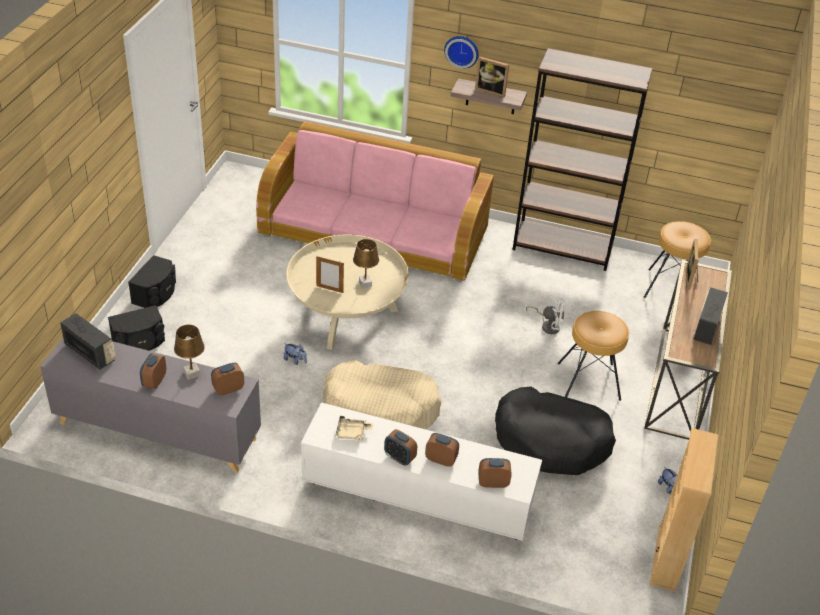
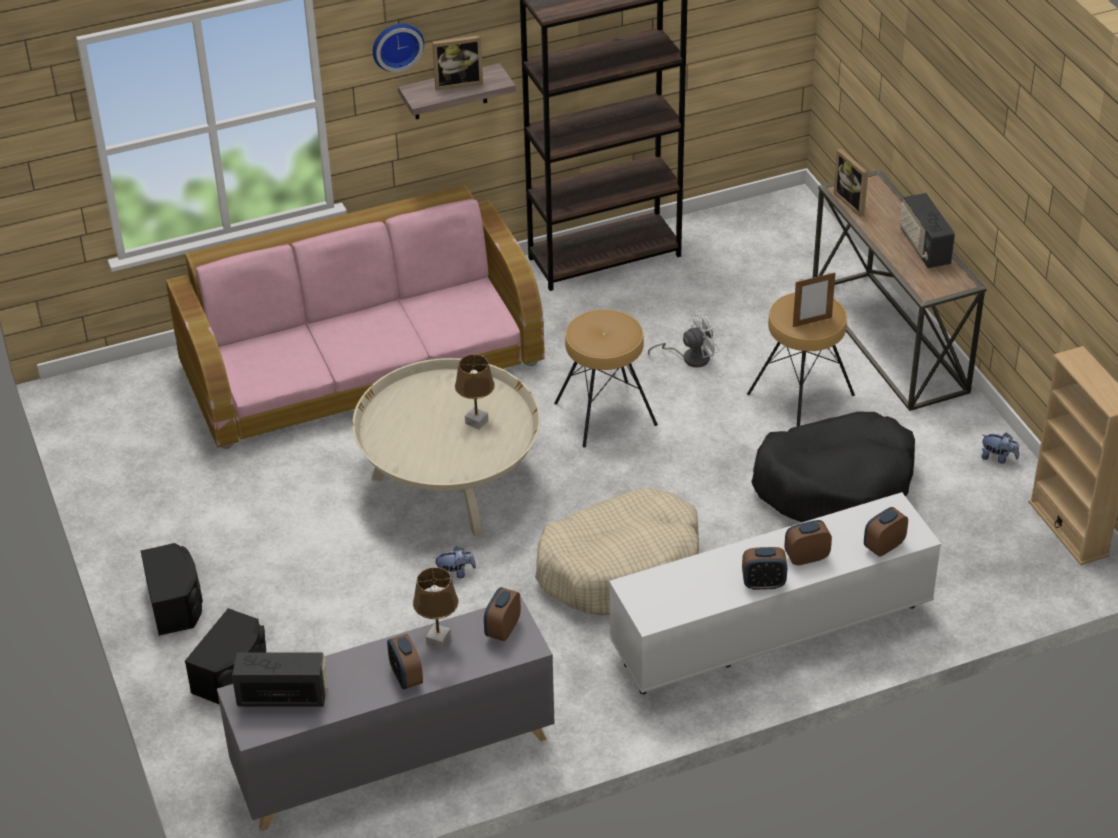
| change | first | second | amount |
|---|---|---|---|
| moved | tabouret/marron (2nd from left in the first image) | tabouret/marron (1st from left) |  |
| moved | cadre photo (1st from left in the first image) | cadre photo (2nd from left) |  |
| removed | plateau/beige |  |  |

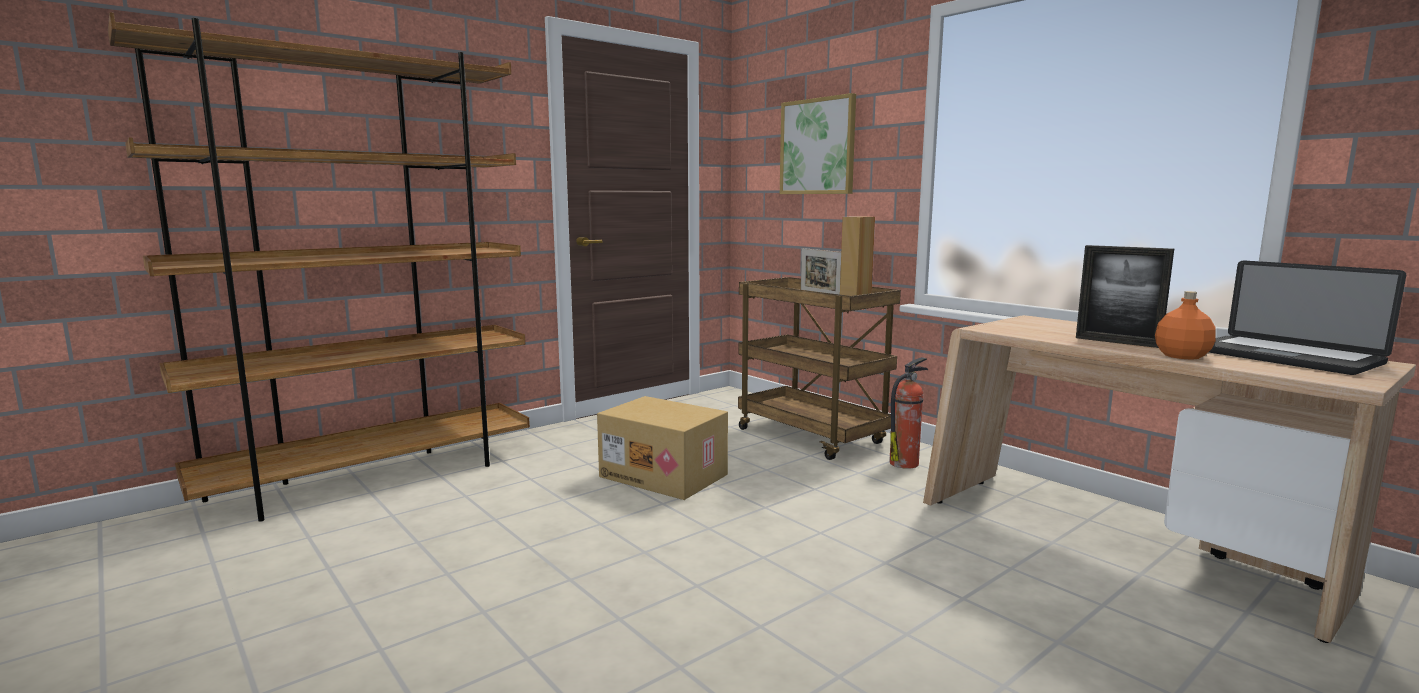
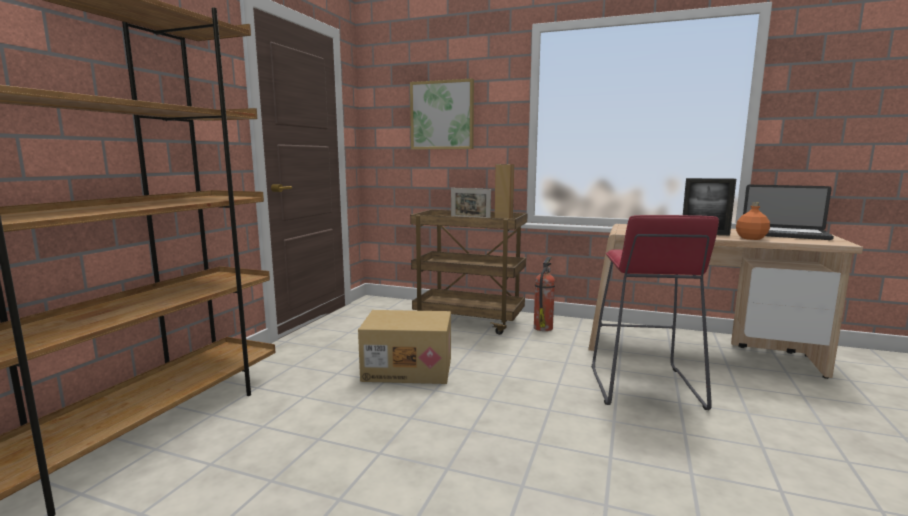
| change | first | second | amount |
|---|---|---|---|
| added |  | tabouret/rouge |  |

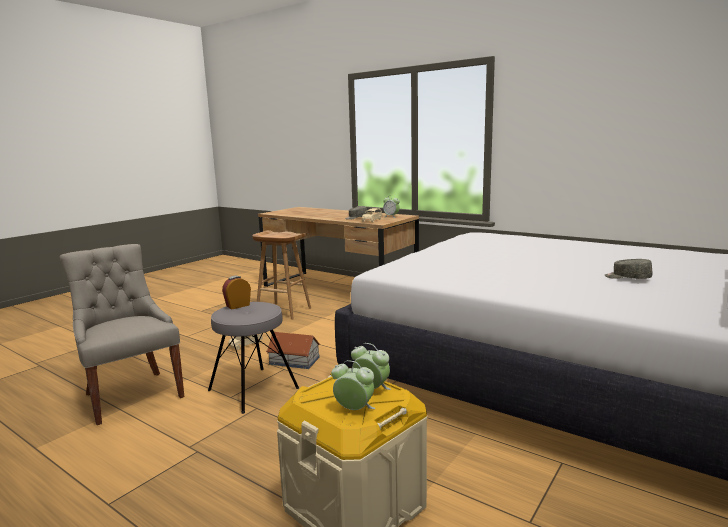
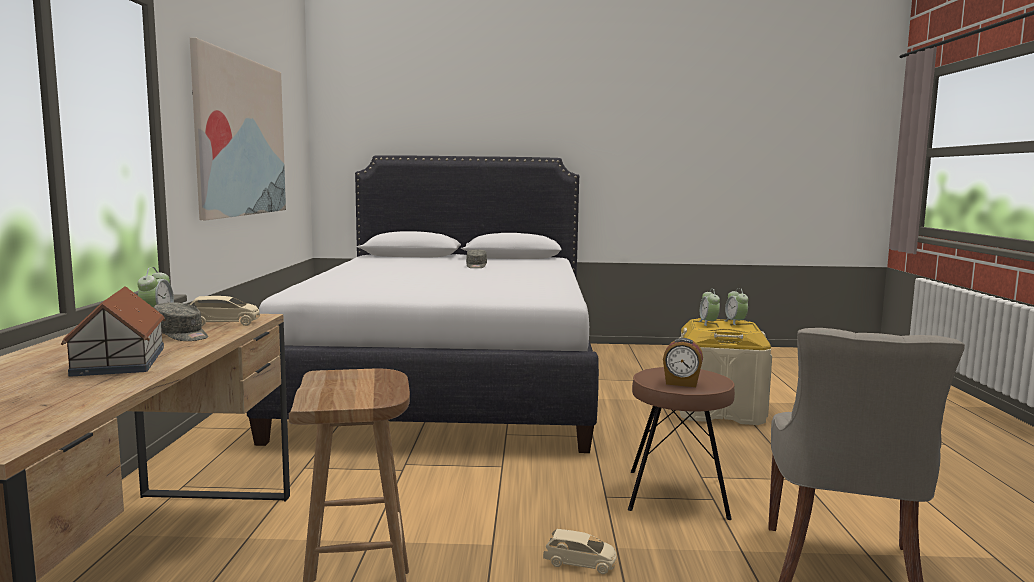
| change | first | second | amount |
|---|---|---|---|
| moved | maison miniature |  |  |
| added |  | tableau |  |
| recoloured | tabouret/gris | tabouret/marron (2nd from left) |  |

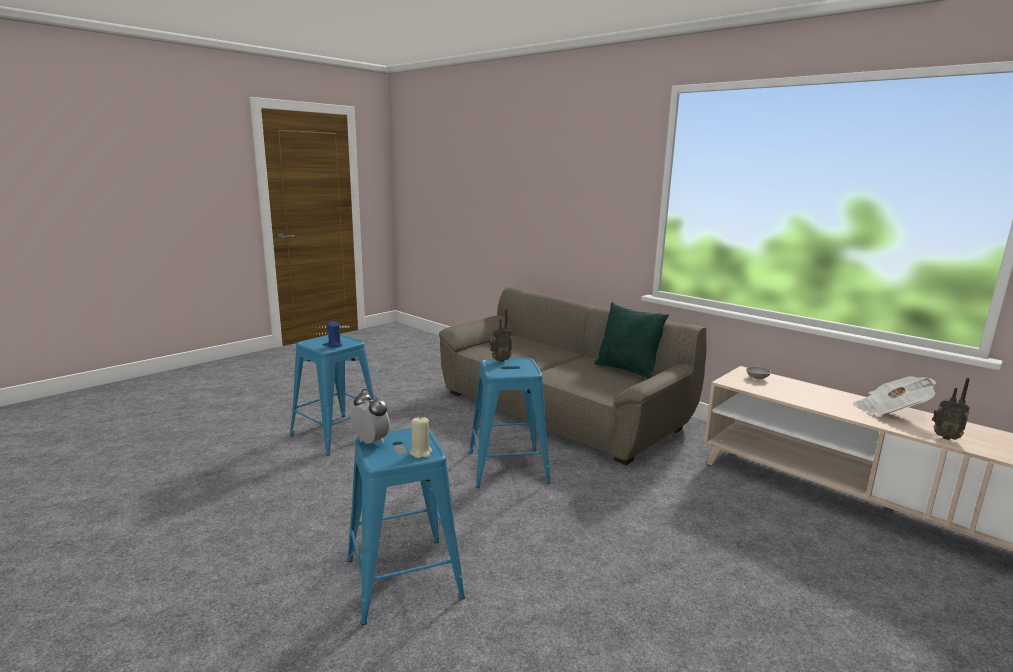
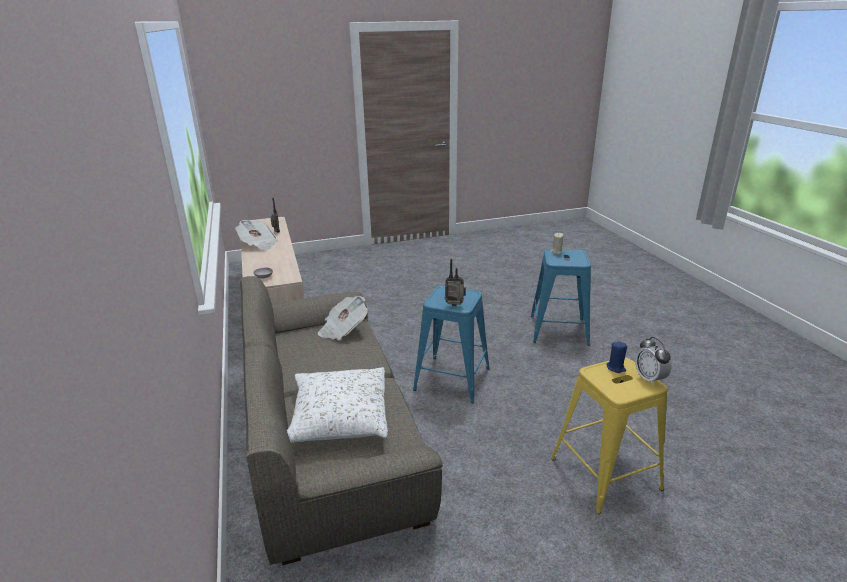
| change | first | second | amount |
|---|---|---|---|
| added |  | coussin/blanc |  |
| added |  | journal (2nd from left) |  |
| recoloured | tabouret/bleu (1st from left) | tabouret/jaune |  |
| moved | réveil |  |  |
| removed | coussin/vert |  |  |

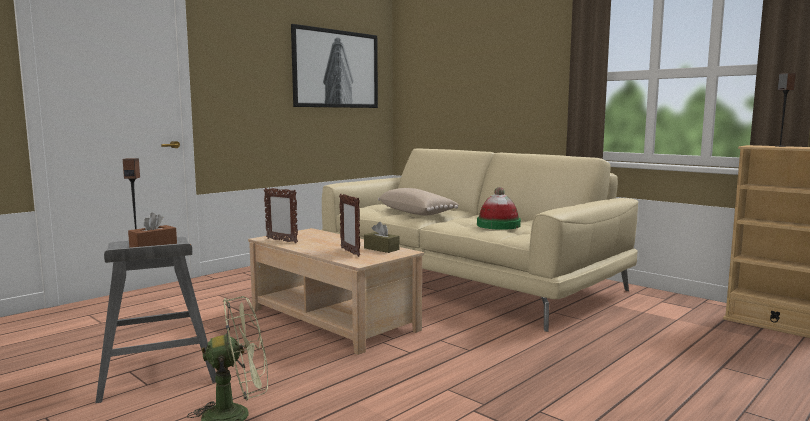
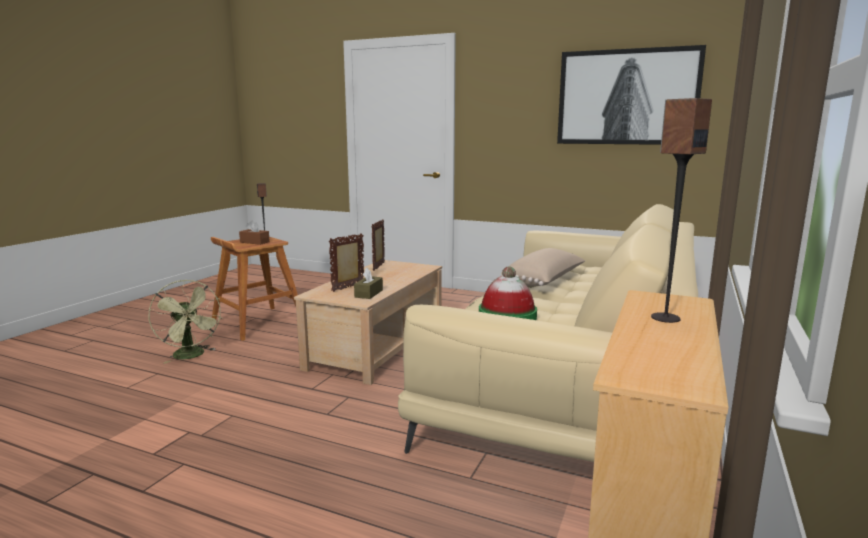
| change | first | second | amount |
|---|---|---|---|
| recoloured | tabouret/gris | tabouret/marron |  |

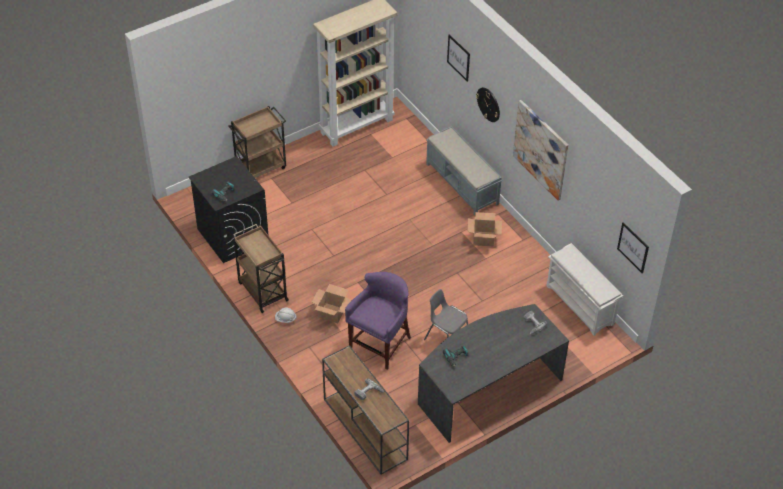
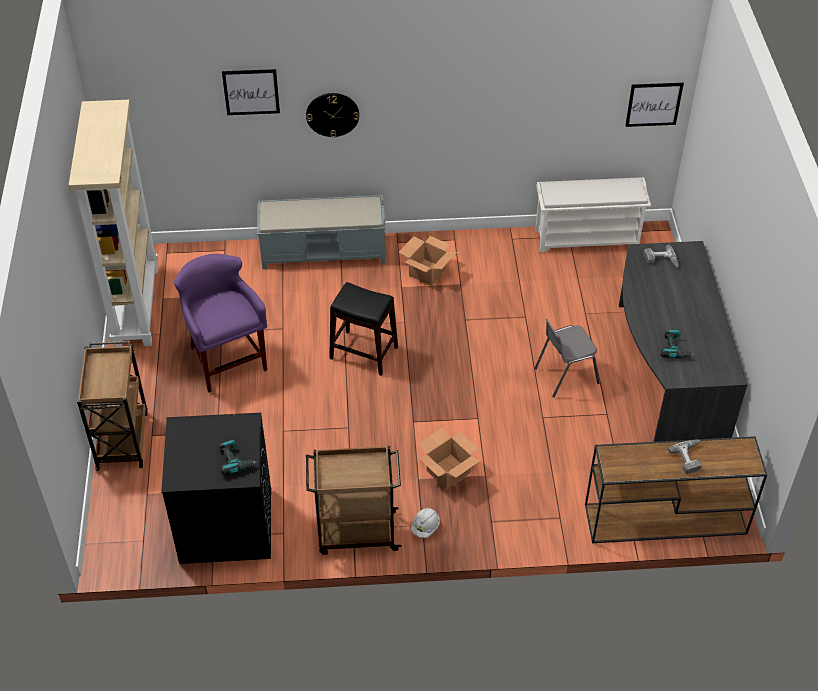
| change | first | second | amount |
|---|---|---|---|
| moved | tabouret/violet |  |  |
| added |  | tabouret/noir |  |
| removed | tableau (2nd from left) |  |  |

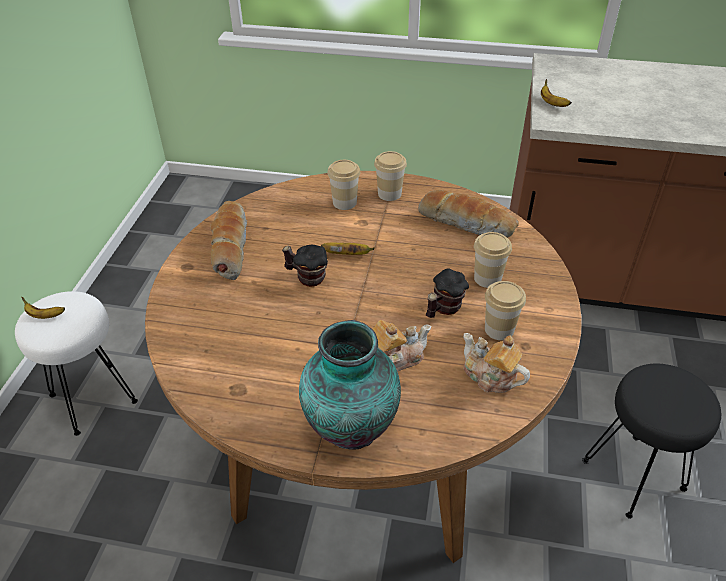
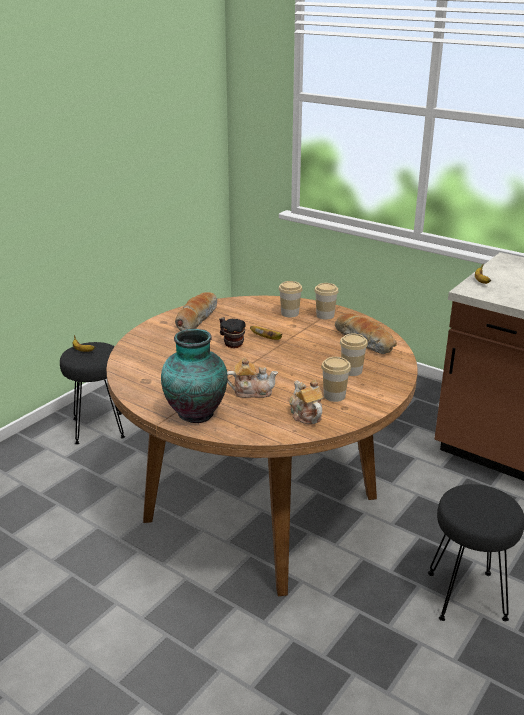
| change | first | second | amount |
|---|---|---|---|
| recoloured | tabouret/blanc | tabouret/noir (1st from left) |  |
| removed | mug (2nd from left) |  |  |

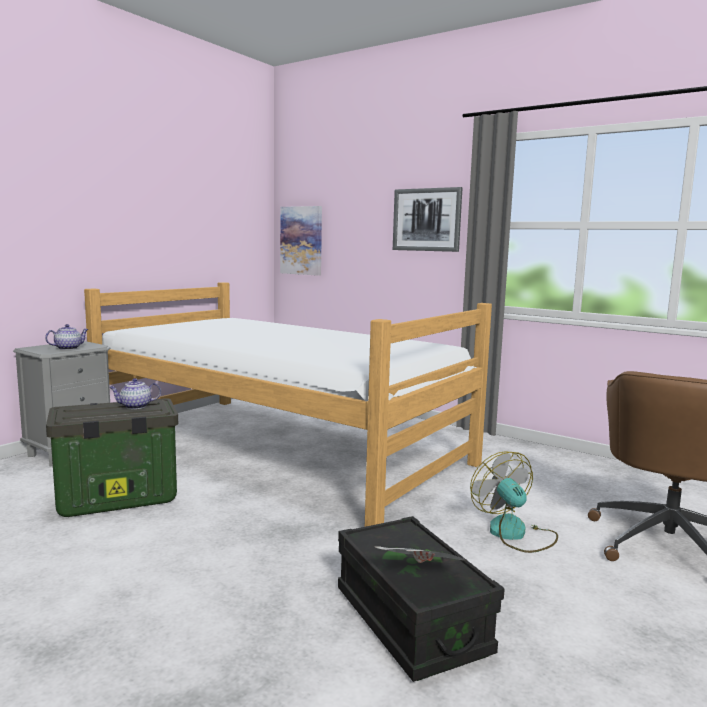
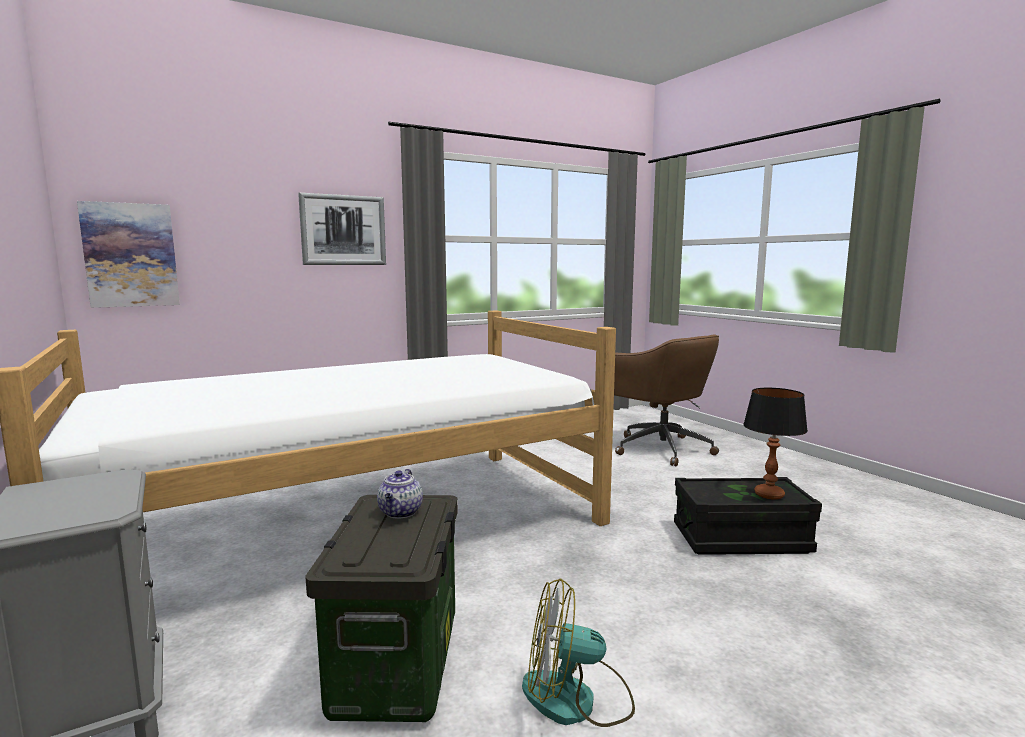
| change | first | second | amount |
|---|---|---|---|
| moved | ventilateur |  |  |
| replaced | journal | lampe de table |  |
| removed | théière (1st from left) |  |  |

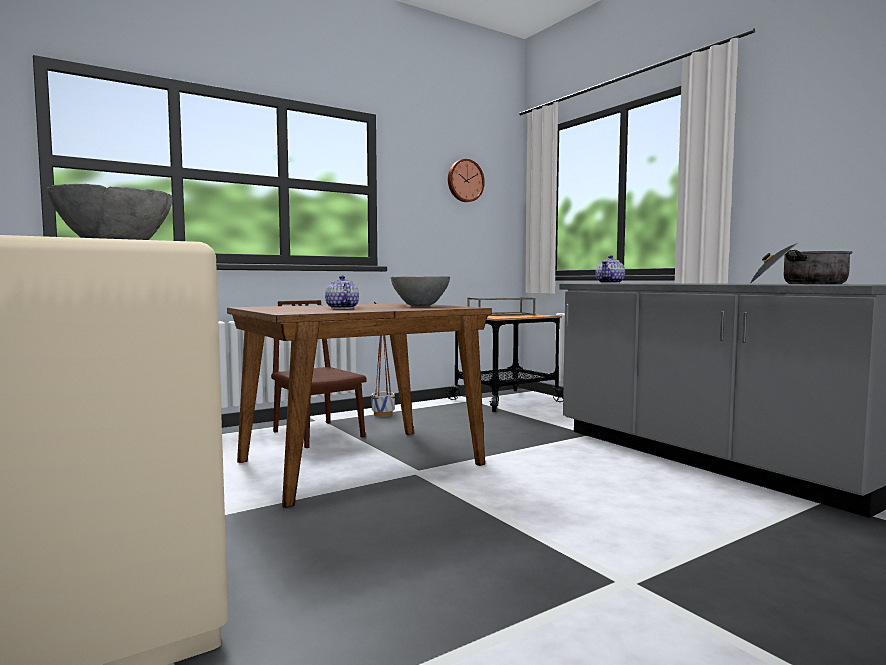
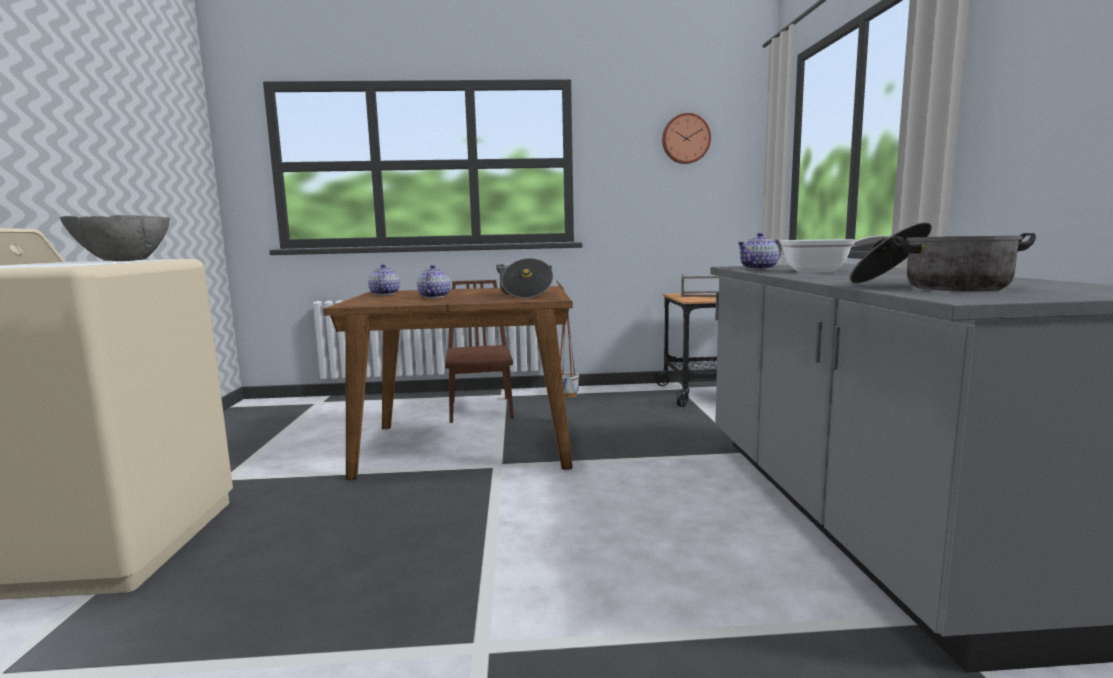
| change | first | second | amount |
|---|---|---|---|
| added |  | théière (1st from left) |  |
| replaced | bol/gris (2nd from left) | marmite (1st from left) |  |
| added |  | poêle |  |

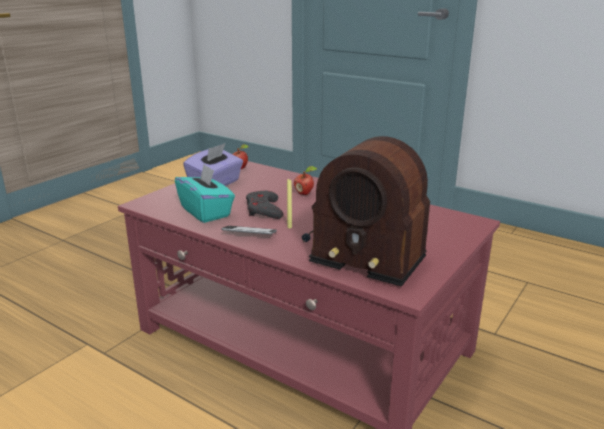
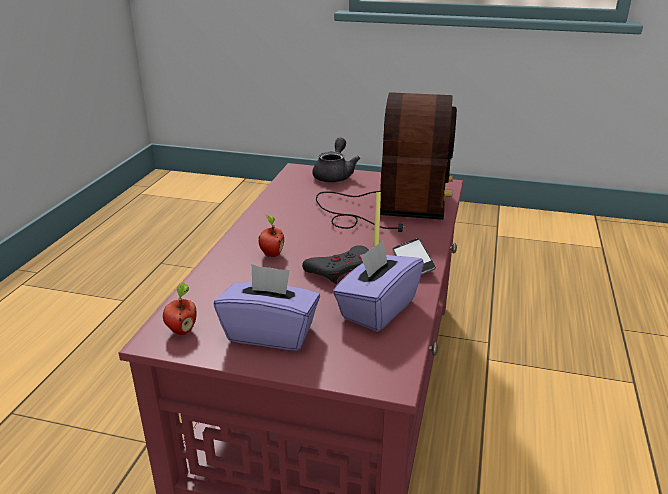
| change | first | second | amount |
|---|---|---|---|
| added |  | théière/gris |  |
| recoloured | boîte à mouchoirs/turquoise | boîte à mouchoirs/violet (2nd from left) |  |

